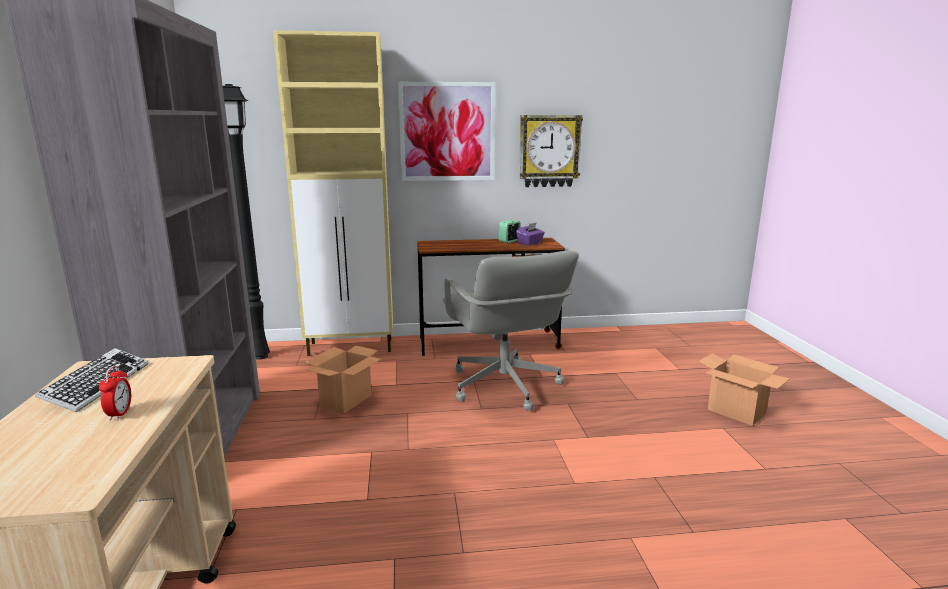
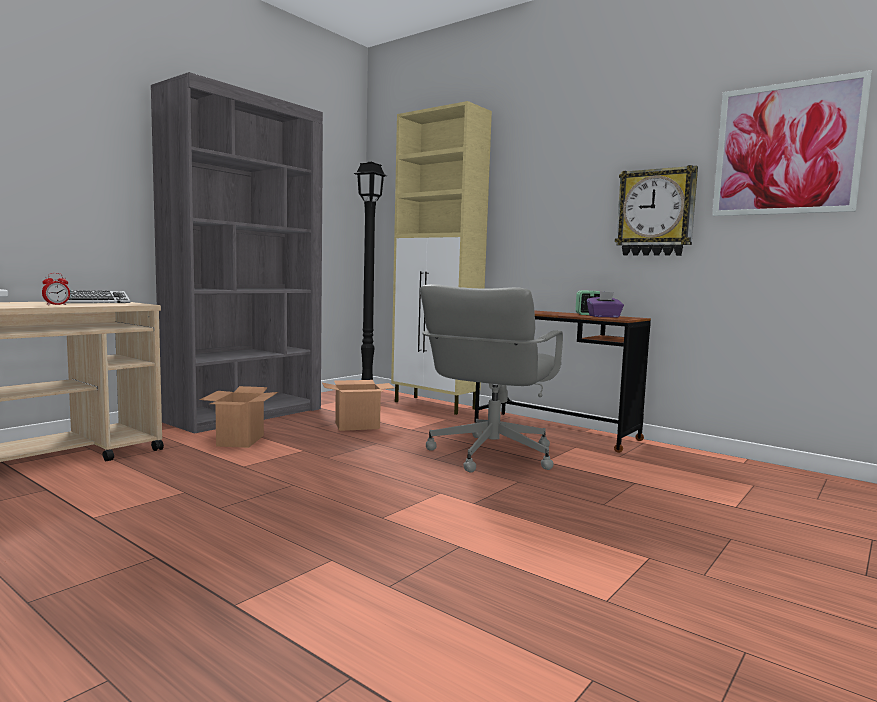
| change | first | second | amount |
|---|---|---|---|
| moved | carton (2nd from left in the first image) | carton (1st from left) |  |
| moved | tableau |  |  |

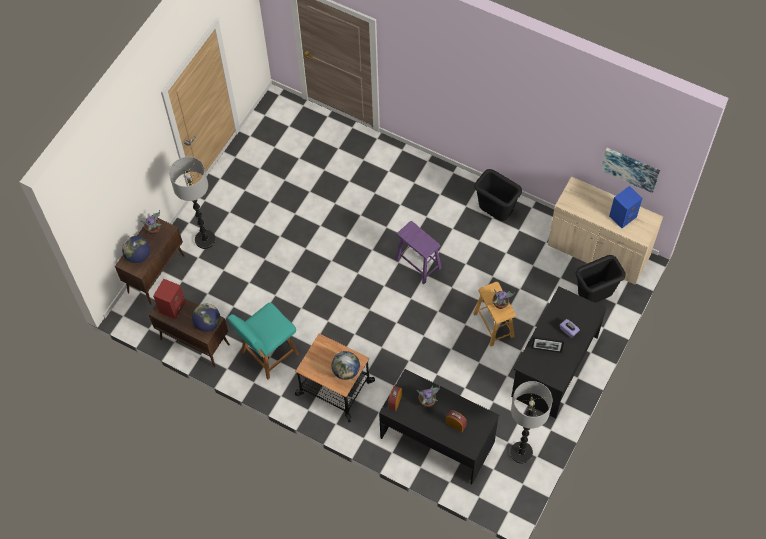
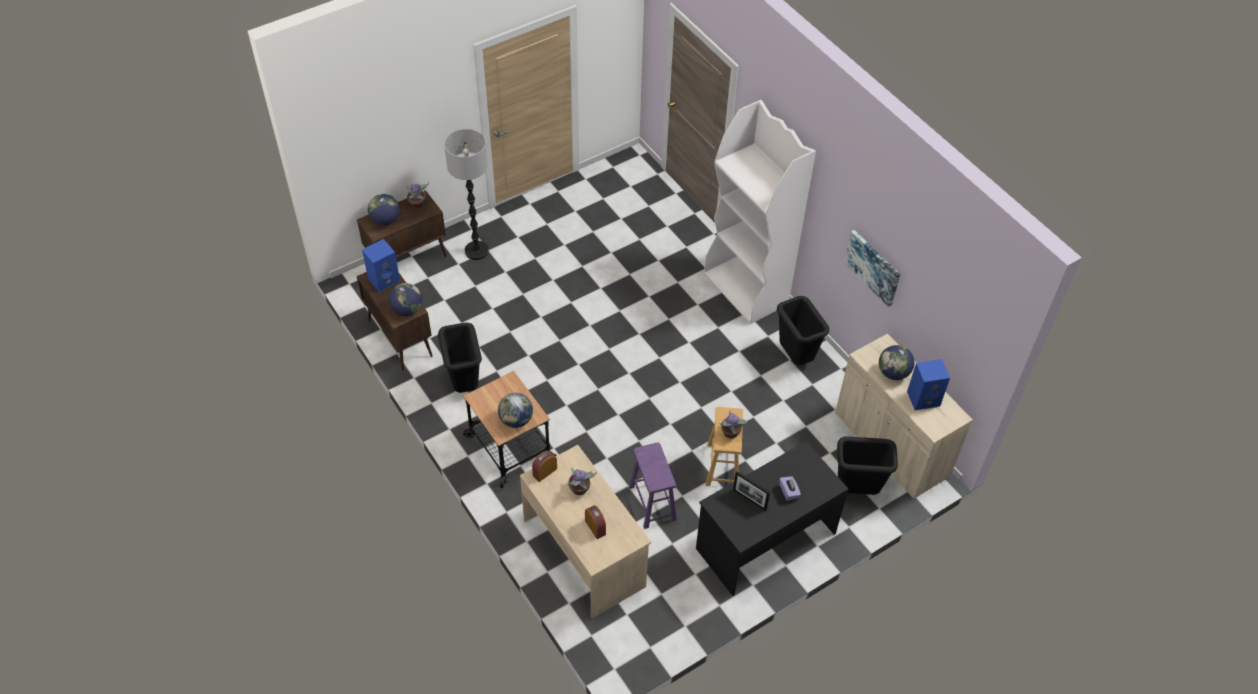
| change | first | second | amount |
|---|---|---|---|
| recoloured | enceinte/rouge | enceinte/bleu (1st from left) |  |
| replaced | chaise/turquoise | poubelle/noir (1st from left) |  |
| recoloured | bureau/noir (1st from left) | bureau/beige |  |
| moved | tabouret/violet |  |  |
| added |  | bibliothèque/blanc |  |
| moved | tableau |  |  |
| added |  | globe (4th from left) |  |
| removed | lampadaire (2nd from left) |  |  |

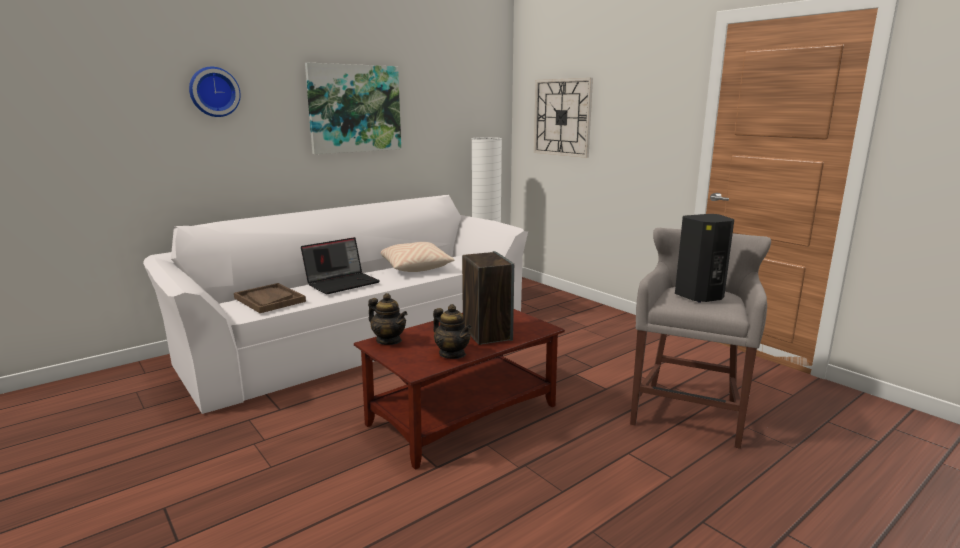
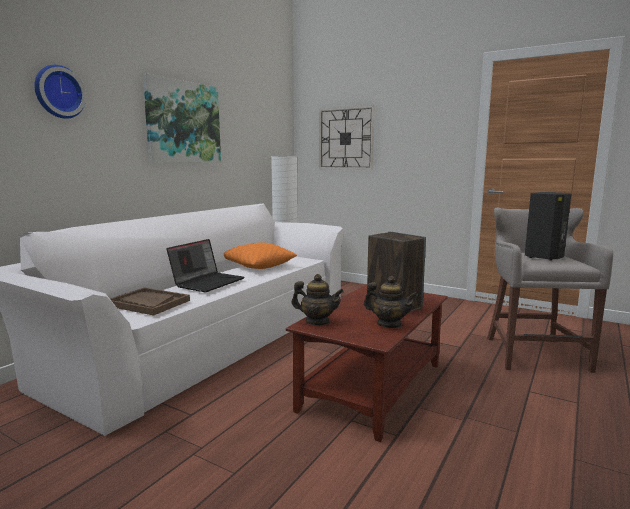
| change | first | second | amount |
|---|---|---|---|
| recoloured | coussin/beige | coussin/orange |  |

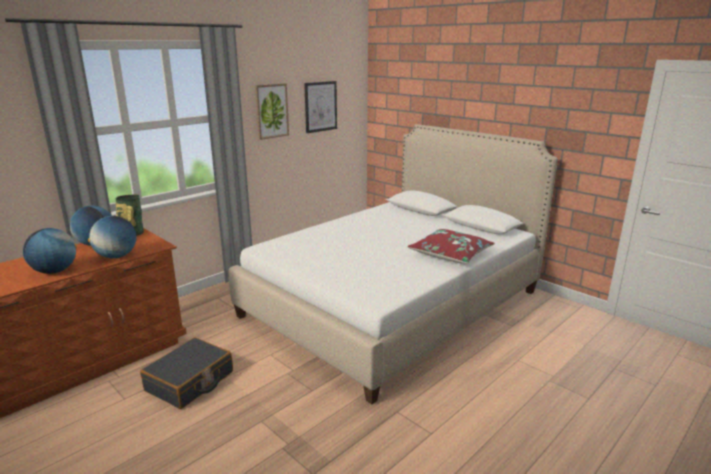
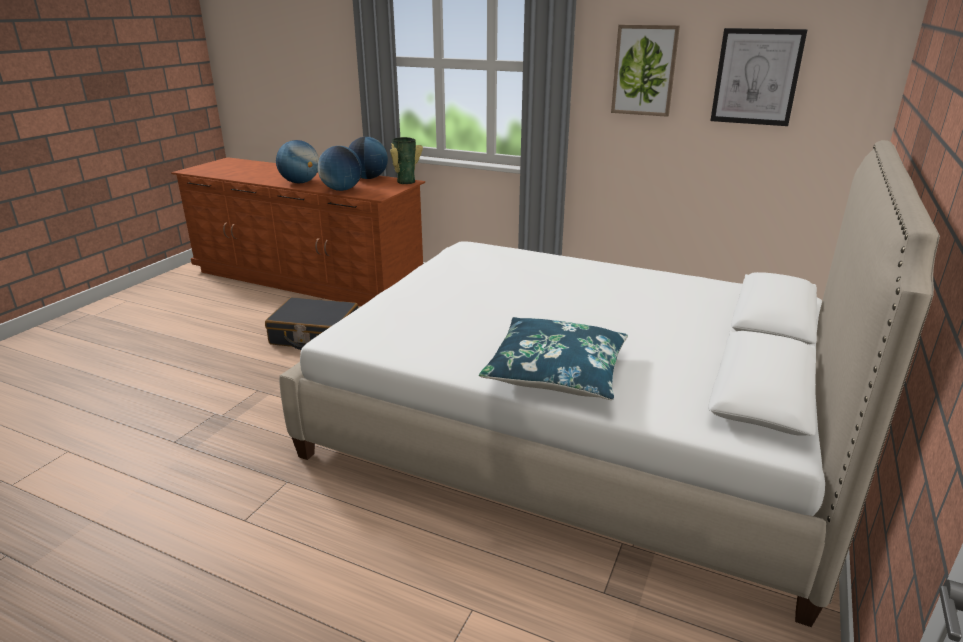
| change | first | second | amount |
|---|---|---|---|
| recoloured | coussin/rouge | coussin/bleu |  |

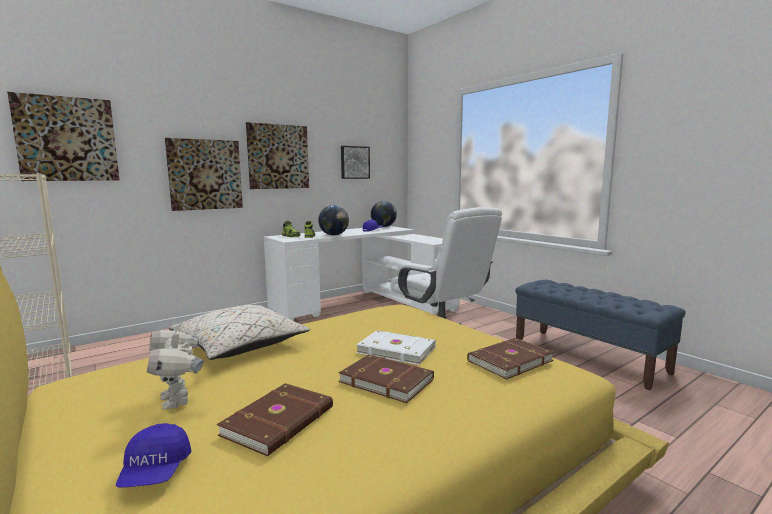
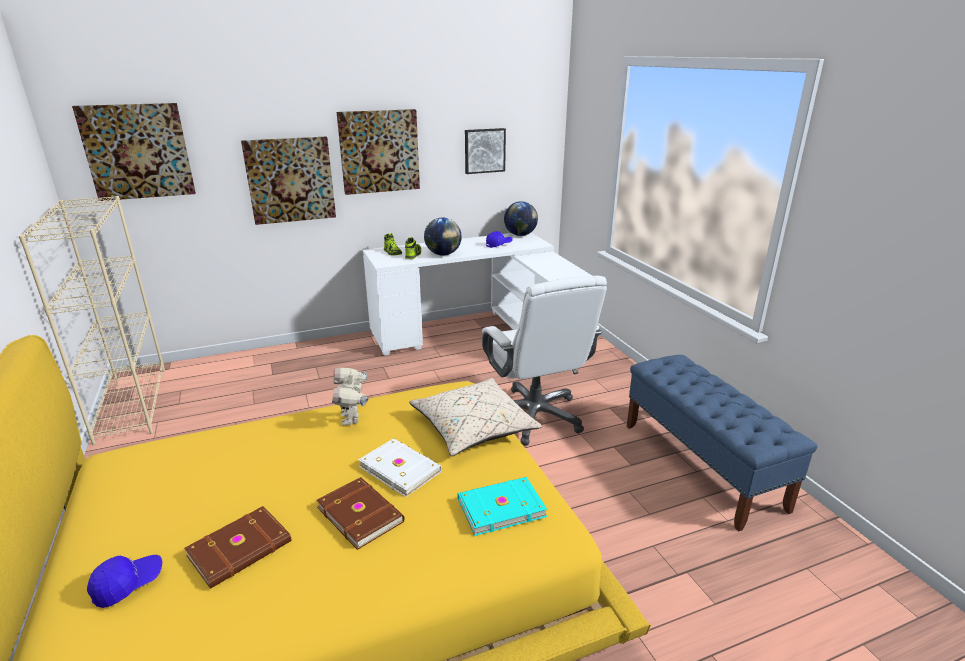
| change | first | second | amount |
|---|---|---|---|
| turned | casquette/bleu (1st from left) |  | 135 degrees counterclockwise |
| moved | robot jouet |  |  |
| moved | coussin/beige |  |  |
| recoloured | livre/marron (3rd from left) | livre/turquoise |  |

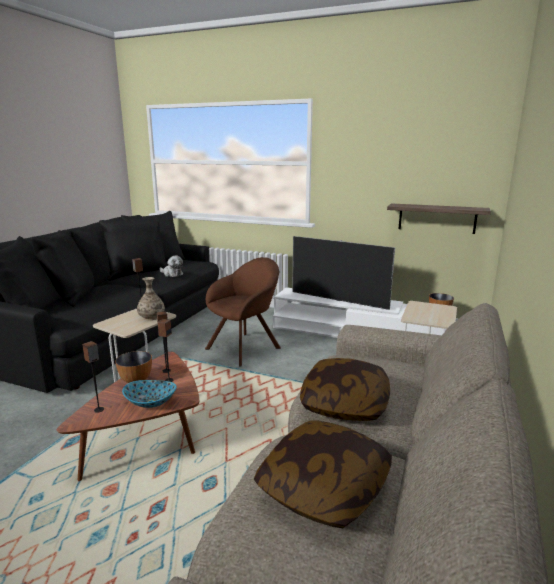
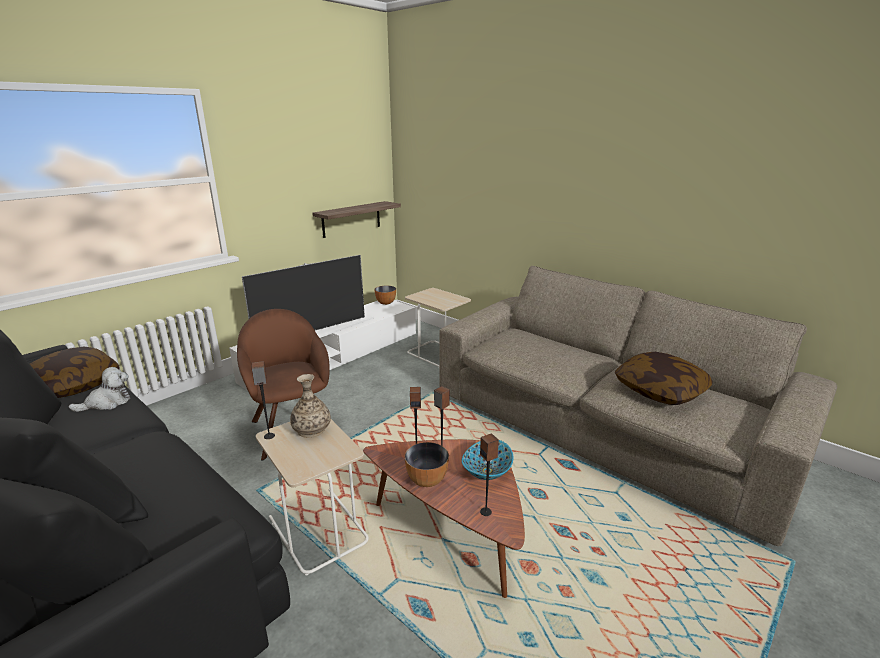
| change | first | second | amount |
|---|---|---|---|
| moved | coussin (2nd from left in the first image) | coussin (1st from left) |  |

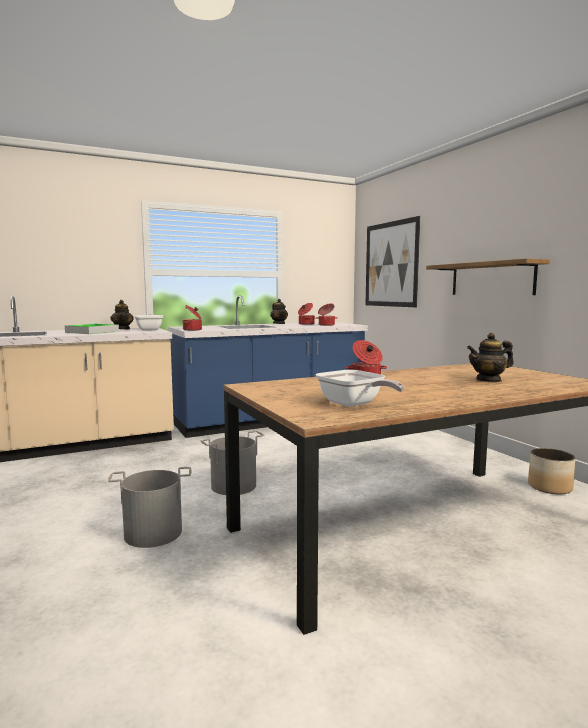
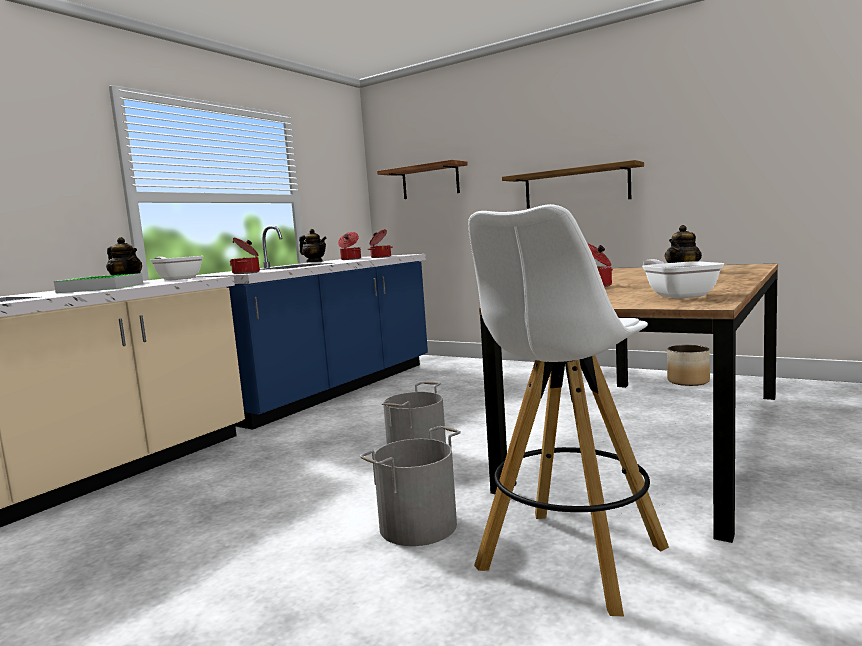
| change | first | second | amount |
|---|---|---|---|
| replaced | tableau | étagère (1st from left) |  |
| added |  | tabouret/blanc |  |
| turned | poêle (2nd from left) |  | 120 degrees counterclockwise |

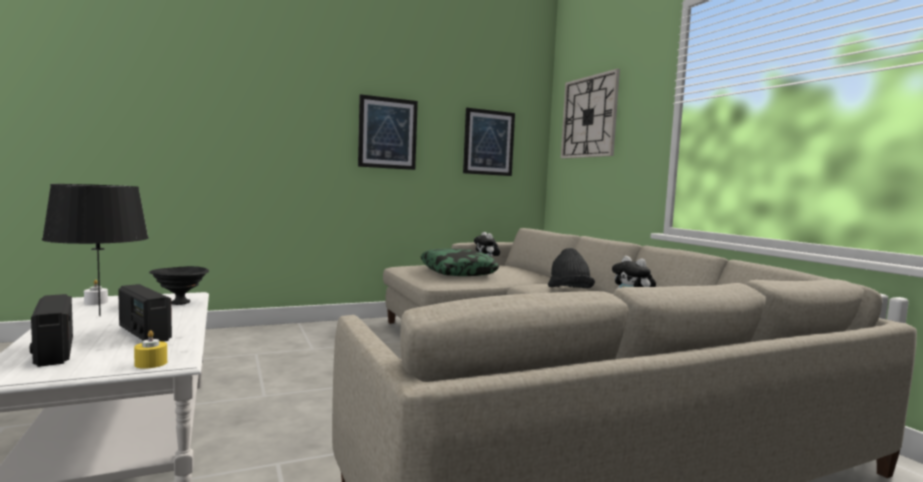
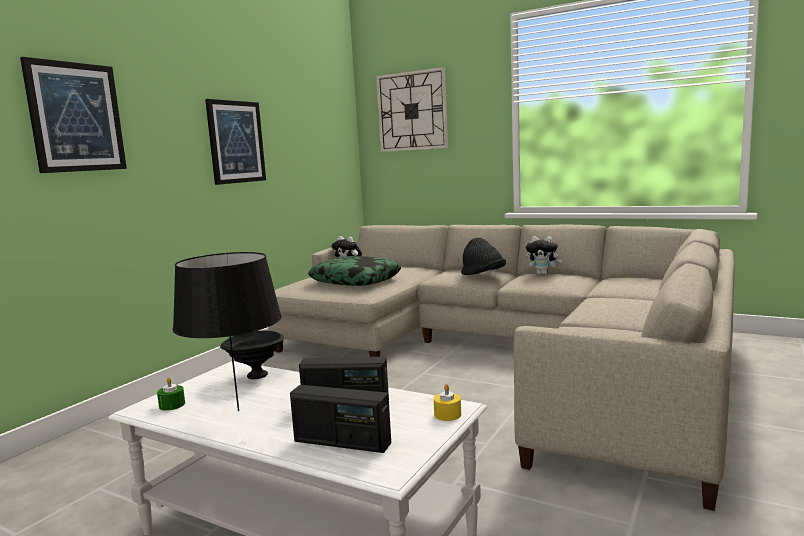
| change | first | second | amount |
|---|---|---|---|
| moved | tableau (2nd from left in the first image) | tableau (1st from left) |  |
| recoloured | bougie/blanc | bougie/vert |  |

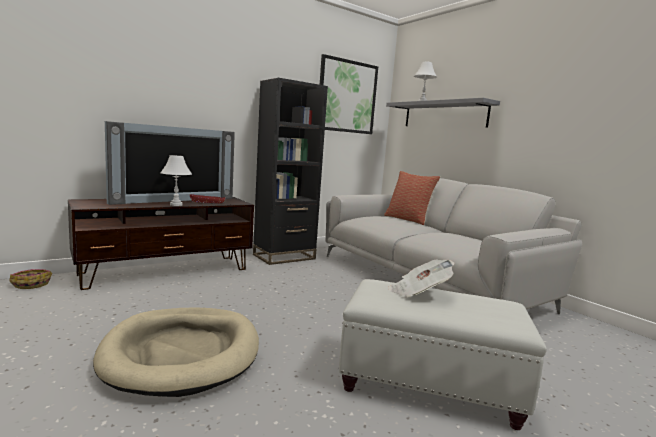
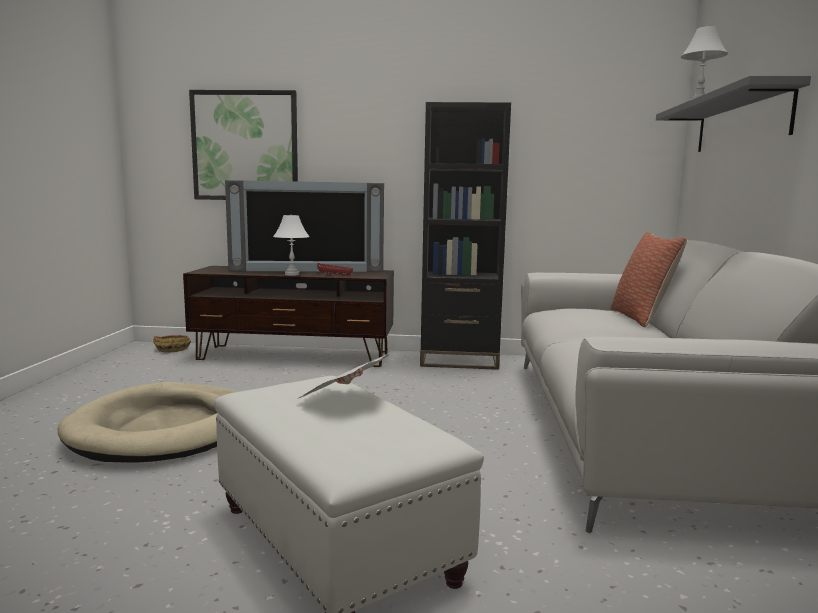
| change | first | second | amount |
|---|---|---|---|
| moved | tableau |  |  |

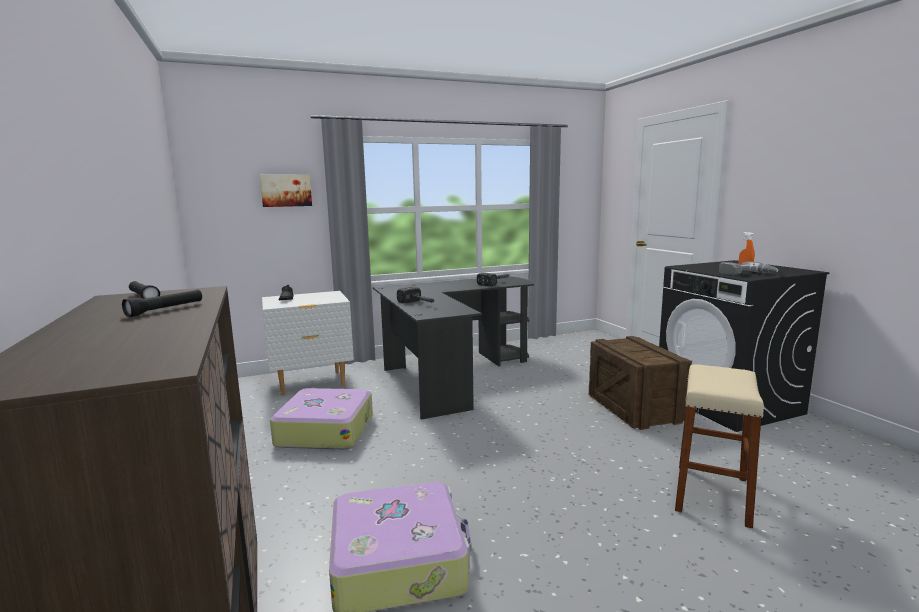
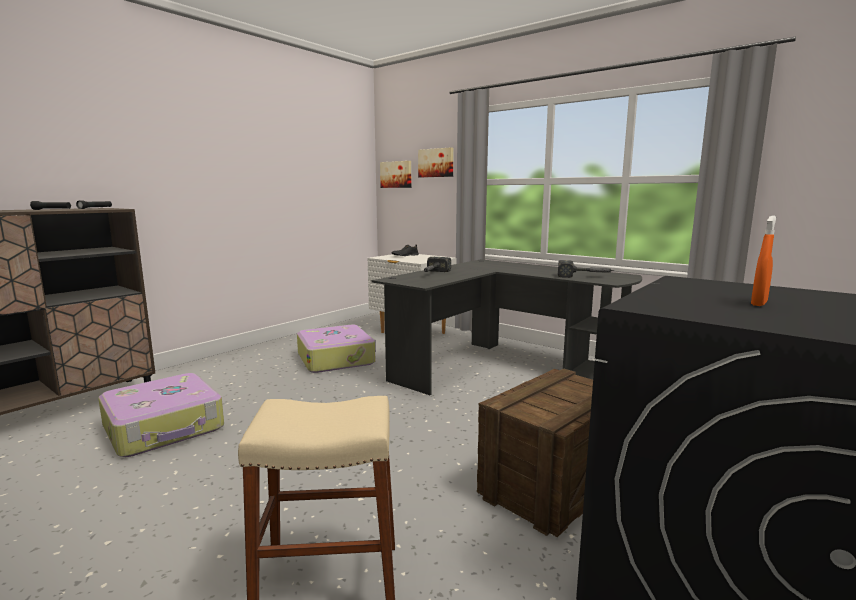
| change | first | second | amount |
|---|---|---|---|
| added |  | tableau (1st from left) |  |
| removed | perceuse |  |  |

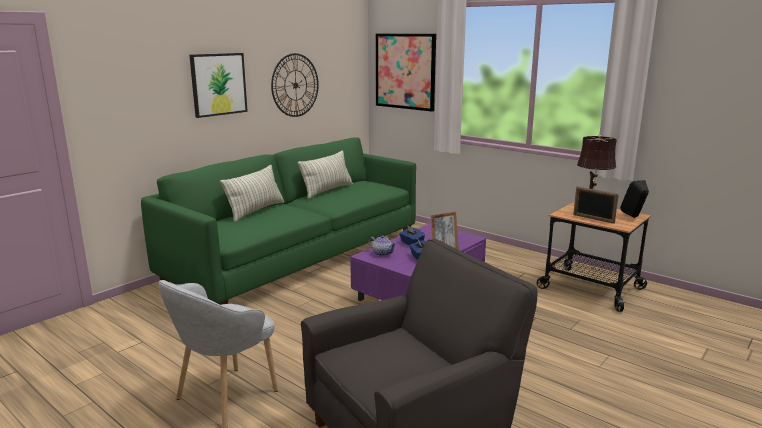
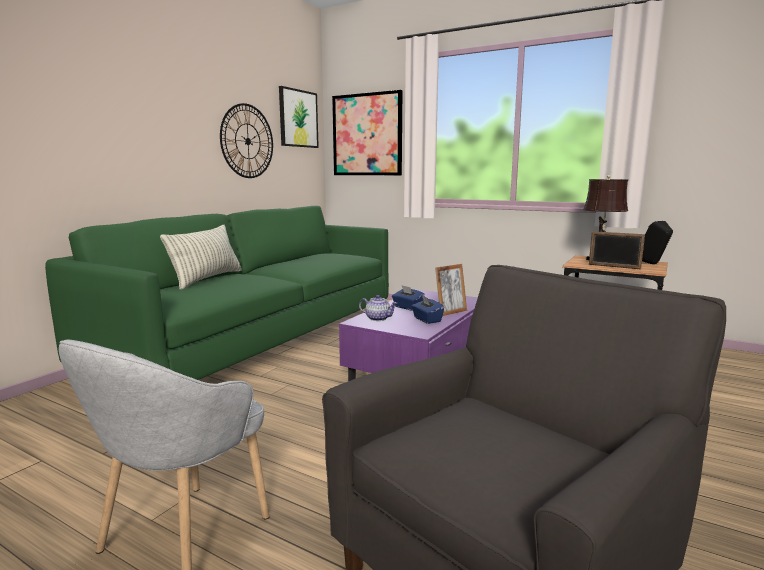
| change | first | second | amount |
|---|---|---|---|
| moved | tableau (1st from left) |  |  |
| removed | coussin (2nd from left) |  |  |

